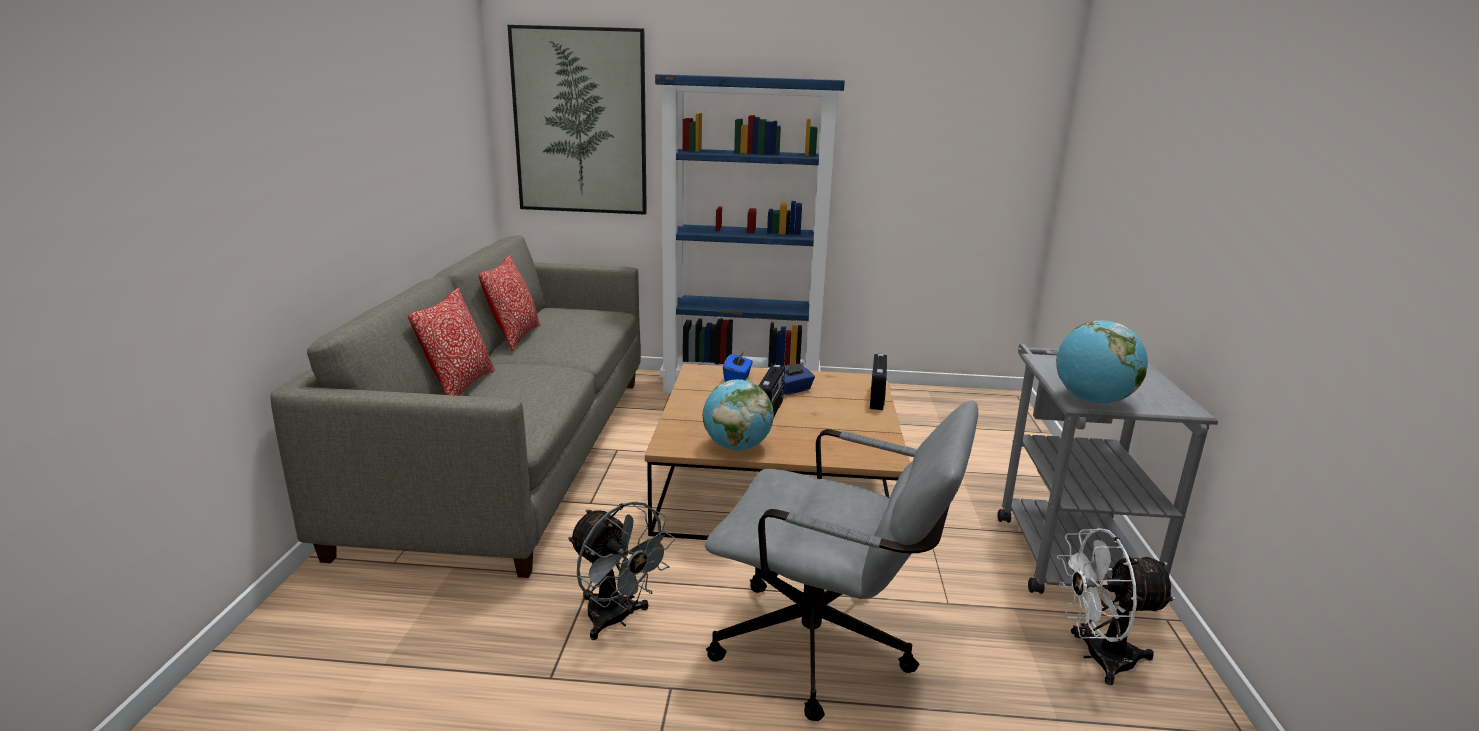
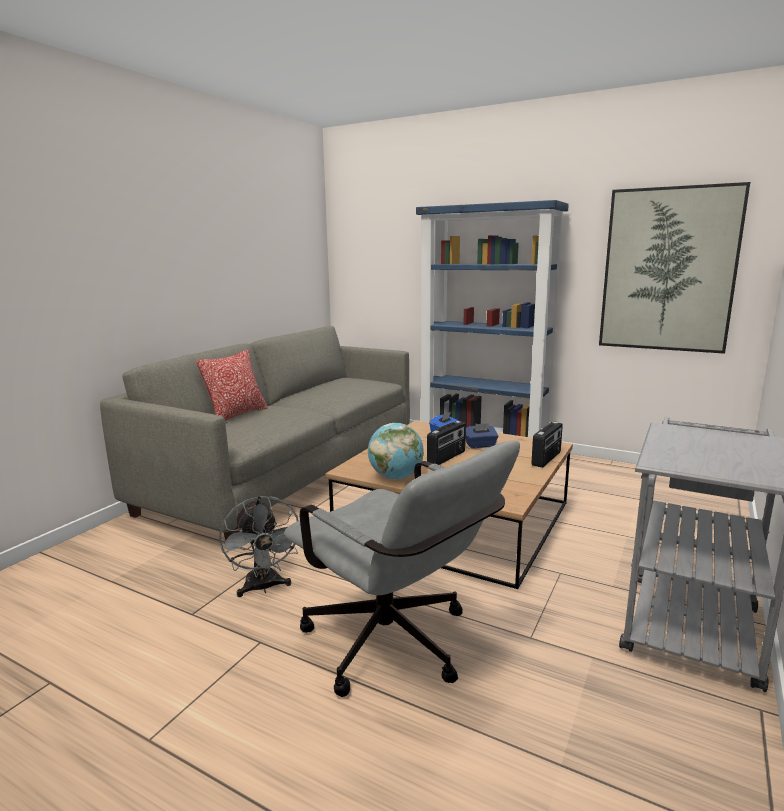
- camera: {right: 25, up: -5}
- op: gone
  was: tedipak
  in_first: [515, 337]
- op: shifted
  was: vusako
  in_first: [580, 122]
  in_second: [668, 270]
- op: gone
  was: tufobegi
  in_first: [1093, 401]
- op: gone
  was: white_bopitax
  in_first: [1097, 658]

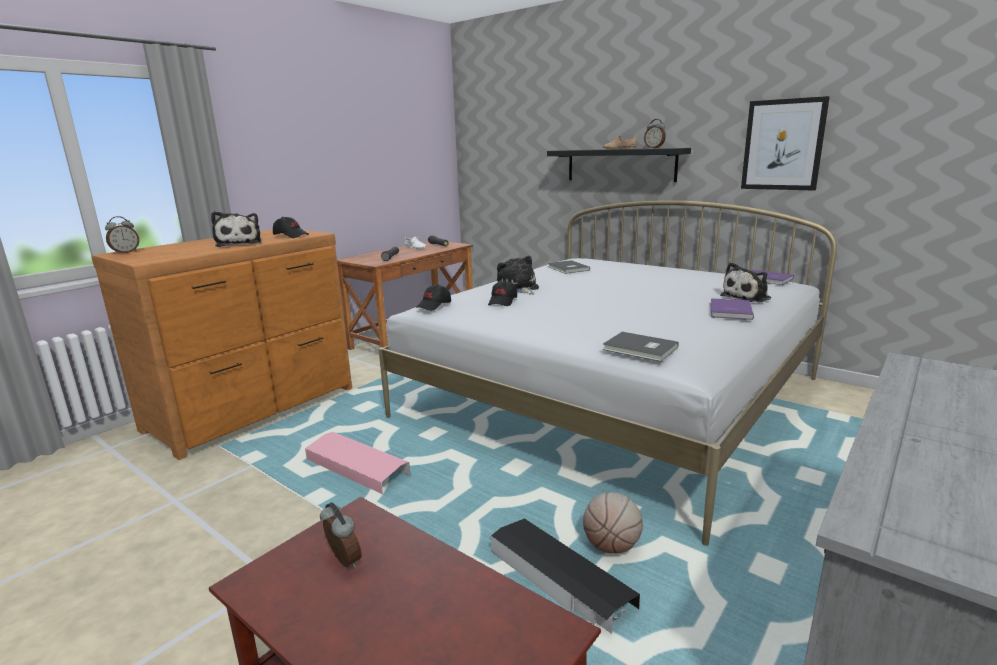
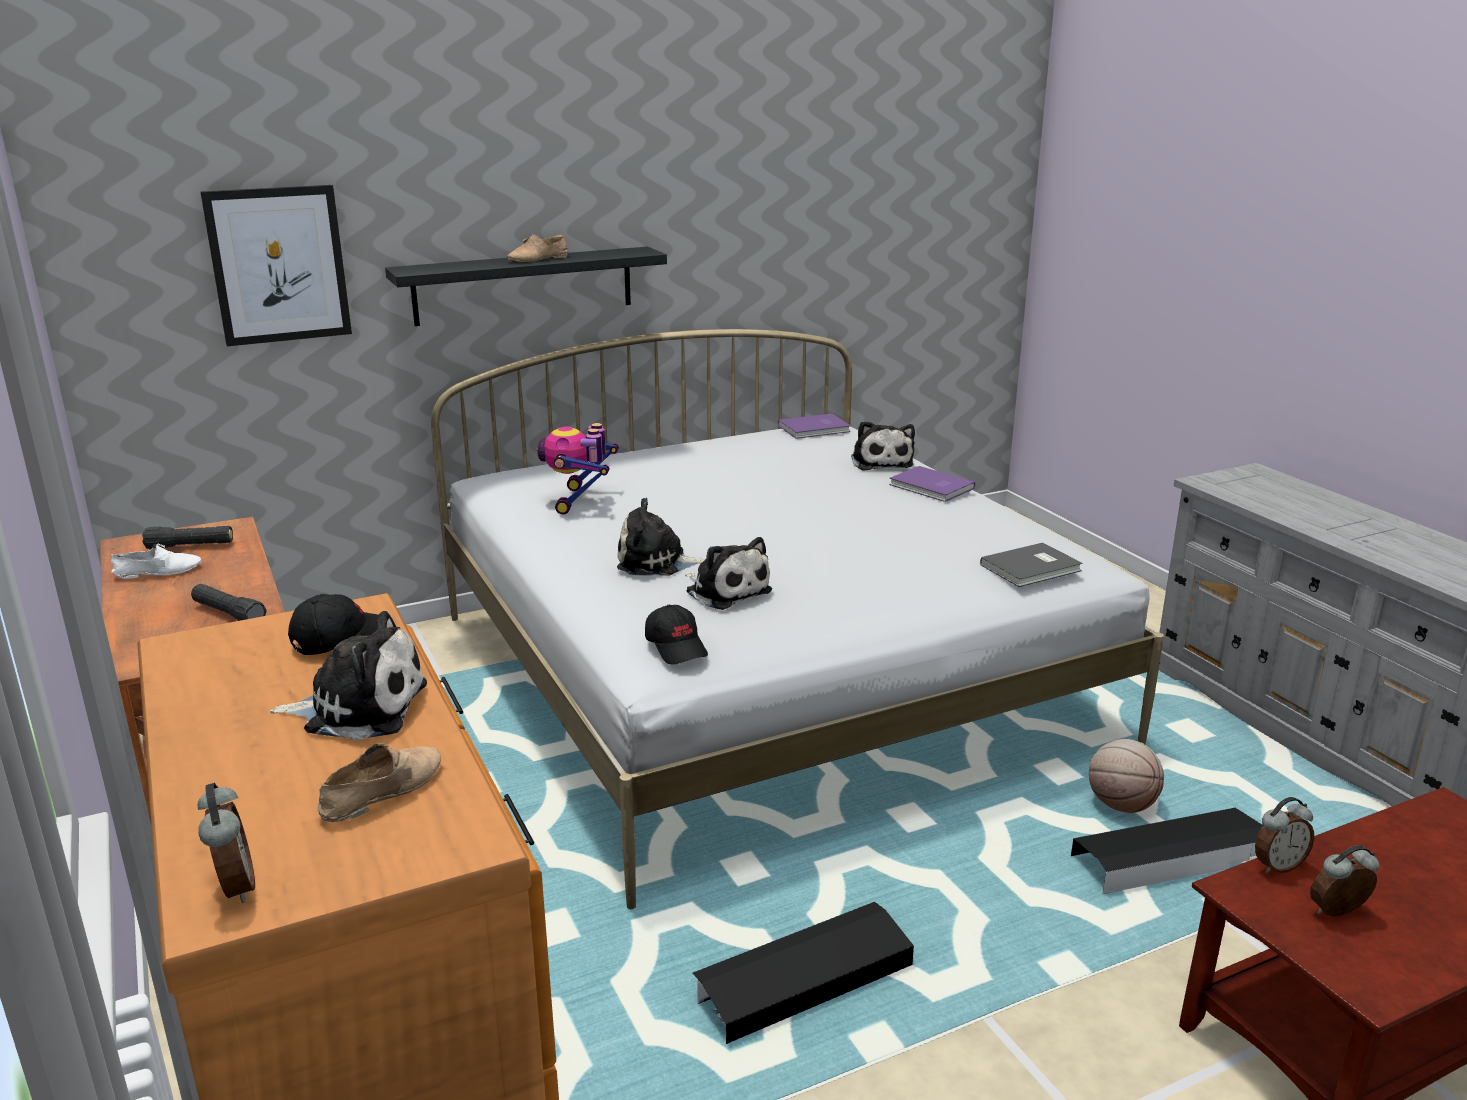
- camera: {right: -65, up: 5}
- op: repainted
  was: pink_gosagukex
  now: black_gosagukex
  in_first: [357, 468]
  in_second: [803, 982]
- op: swapped
  was: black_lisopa
  now: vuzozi
  in_first: [503, 302]
  in_second: [726, 591]
- op: swapped
  was: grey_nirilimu
  now: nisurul
  in_first: [567, 269]
  in_second: [580, 501]
- op: shifted
  was: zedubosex
  in_first: [654, 148]
  in_second: [1277, 865]
- op: shifted
  was: vusako
  in_first: [783, 145]
  in_second: [278, 265]
- op: new
  now: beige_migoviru
  in_second: [381, 790]

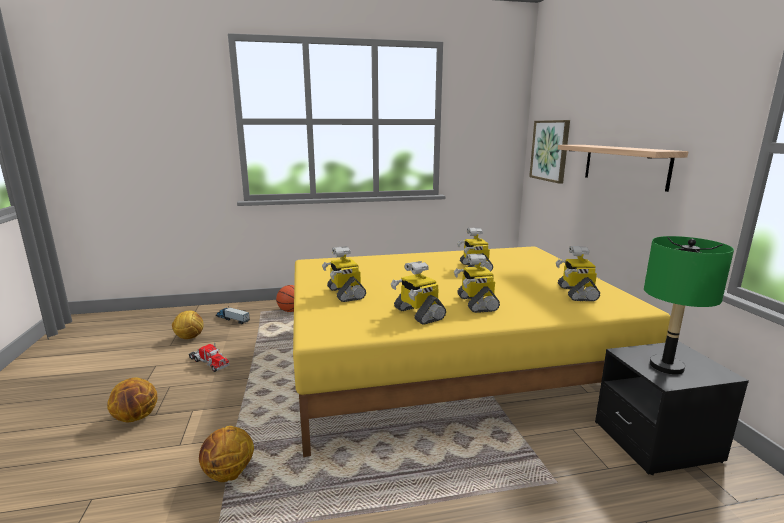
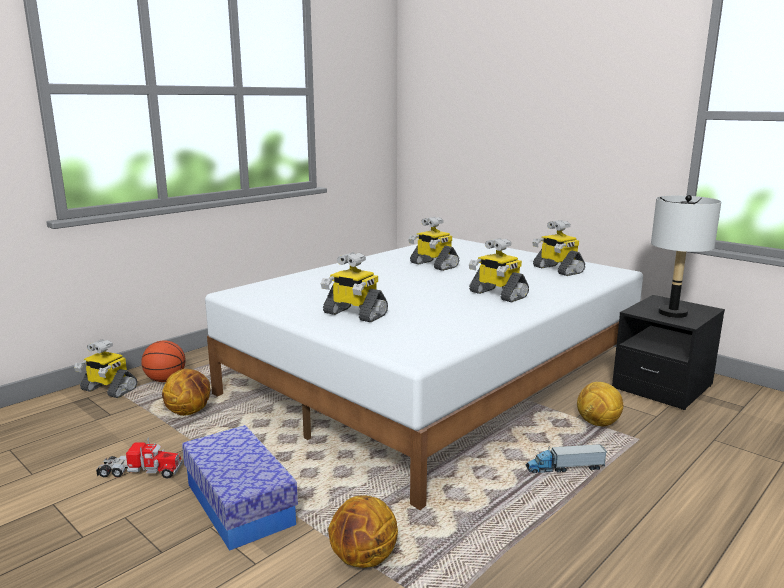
- camera: {right: -35, up: 0}
- op: shifted
  was: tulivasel
  in_first: [136, 417]
  in_second: [189, 412]
- op: shifted
  was: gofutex
  in_first: [189, 337]
  in_second: [598, 424]
- op: shifted
  was: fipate
  in_first: [232, 319]
  in_second: [564, 468]
- op: repainted
  was: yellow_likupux
  now: white_likupux
  in_first: [449, 361]
  in_second: [436, 378]
- op: shifted
  was: nisurul
  in_first: [418, 314]
  in_second: [108, 390]
- op: gone
  was: vusako
  in_first: [550, 150]
- op: gone
  was: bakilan
  in_first: [624, 165]
- op: repainted
  was: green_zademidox
  now: grey_zademidox
  in_first: [666, 366]
  in_second: [672, 313]
- op: new
  now: gosagukex
  in_second: [239, 504]

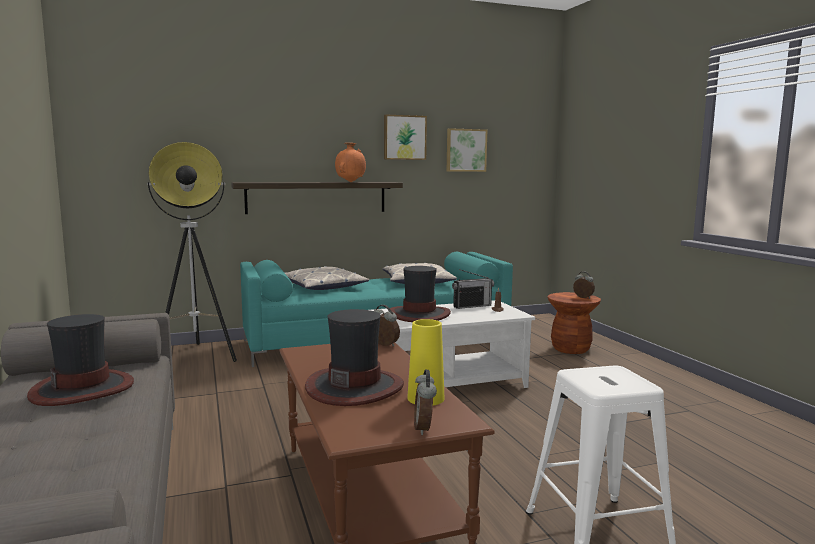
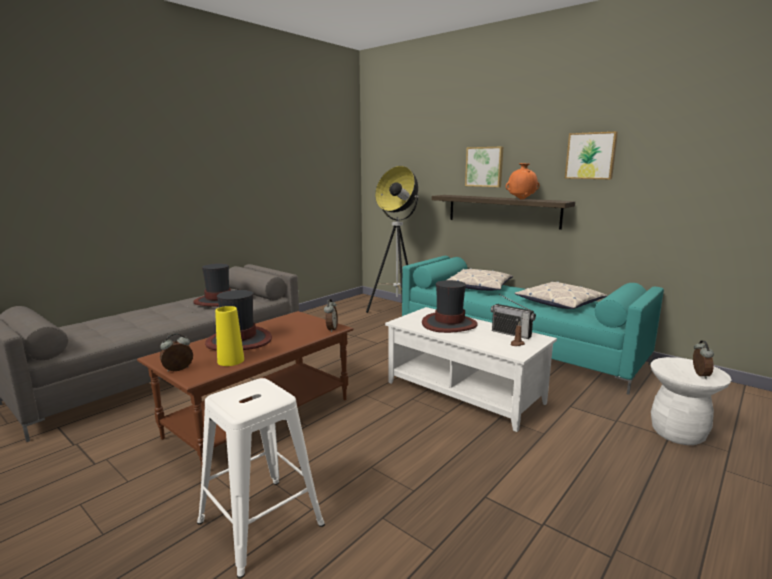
- camera: {right: 60, up: 5}
- op: shifted
  was: vusako
  in_first: [465, 150]
  in_second: [484, 167]
- op: repainted
  was: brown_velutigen
  now: white_velutigen
  in_first: [570, 349]
  in_second: [678, 433]

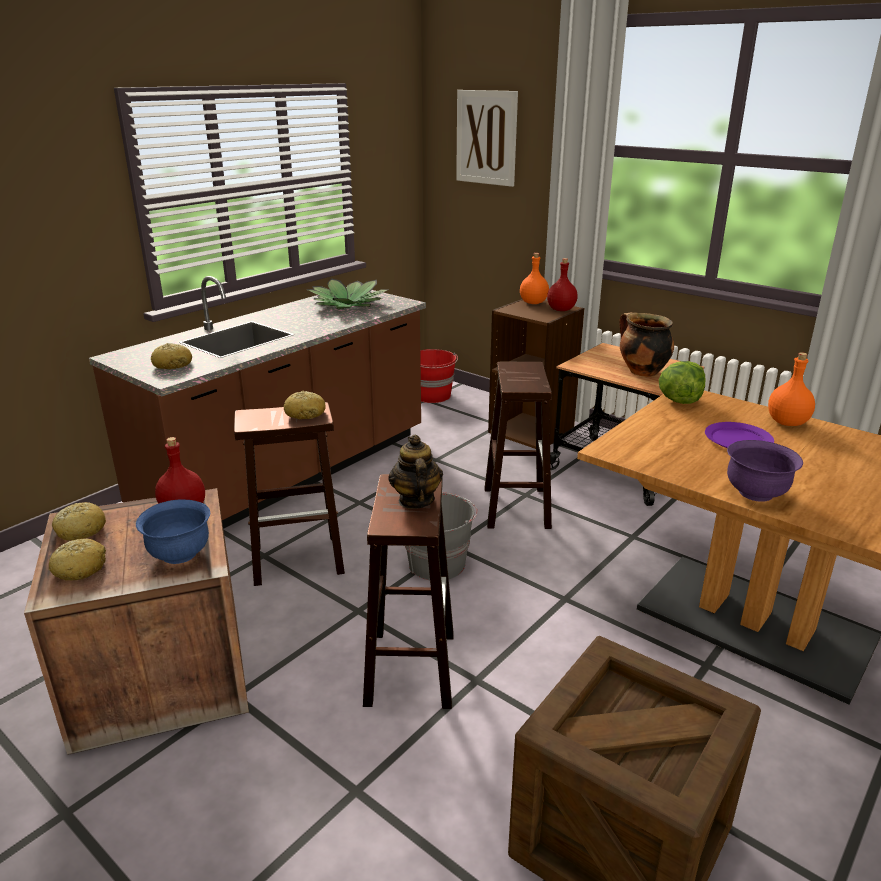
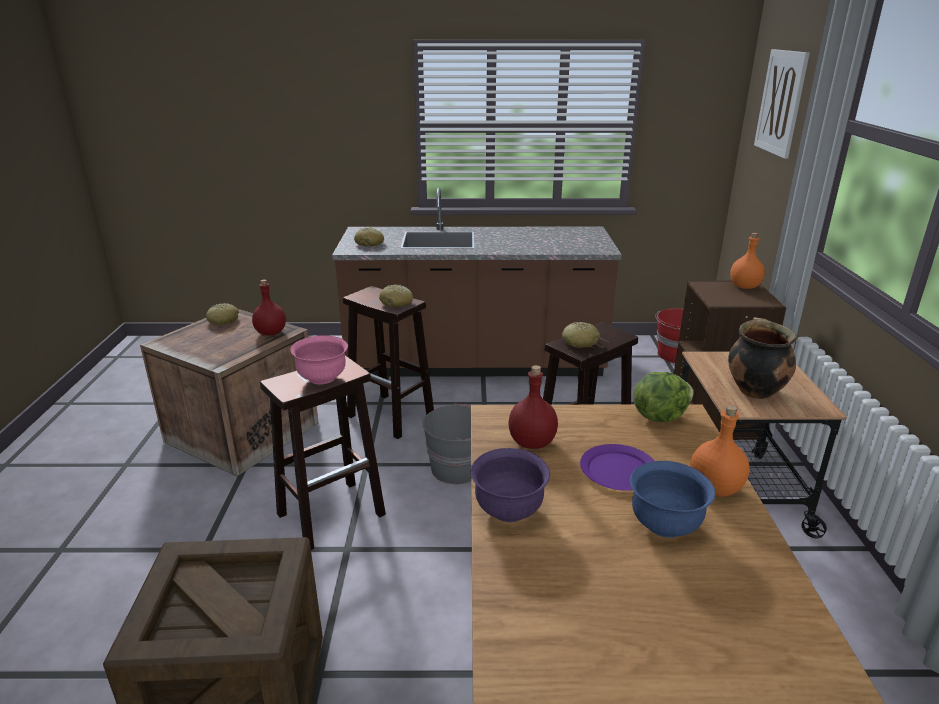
- camera: {right: 50, up: 0}
- op: shifted
  was: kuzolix
  in_first: [80, 568]
  in_second: [580, 342]
- op: shifted
  was: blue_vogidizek
  in_first: [180, 554]
  in_second: [665, 525]
- op: gone
  was: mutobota
  in_first: [347, 304]
- op: swapped
  was: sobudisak
  now: pink_vogidizek
  in_first: [415, 500]
  in_second: [322, 378]
- op: shifted
  was: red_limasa
  in_first: [561, 309]
  in_second: [533, 443]

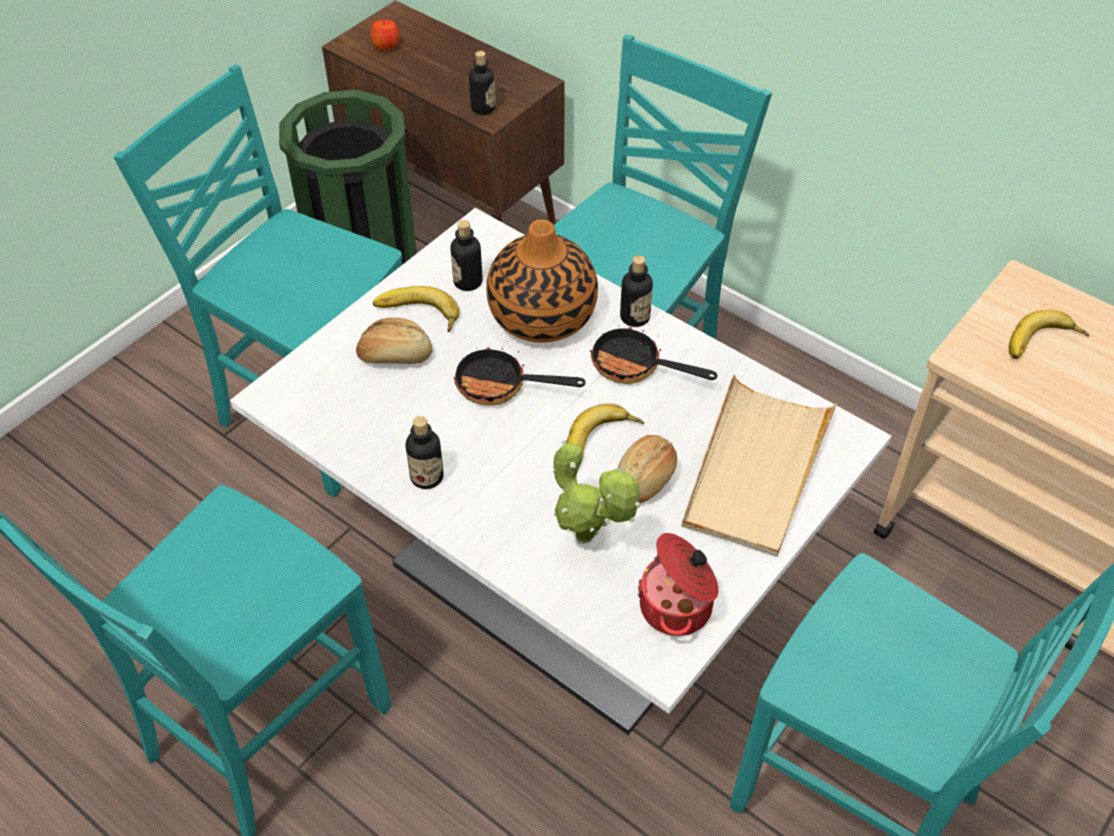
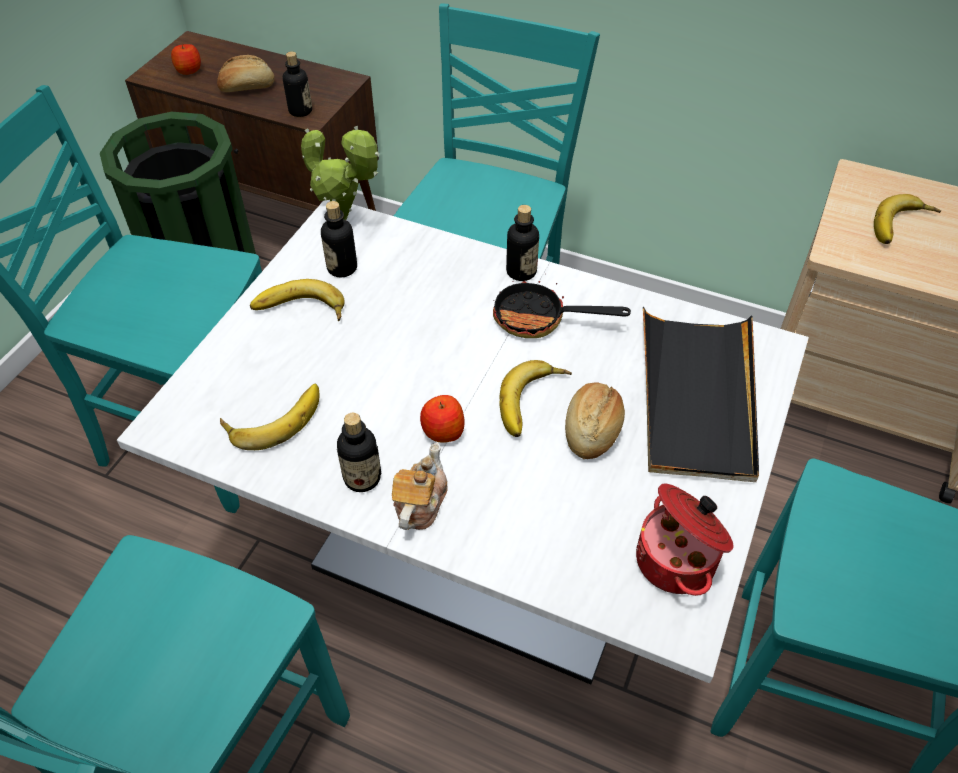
- camera: {right: -15, up: 0}
- op: shifted
  was: kuzolix
  in_first: [395, 355]
  in_second: [247, 87]
- op: gone
  was: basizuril
  in_first: [501, 386]
- op: gone
  was: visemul
  in_first: [541, 315]
- op: shifted
  was: mutobota
  in_first: [589, 540]
  in_second: [345, 219]
- op: repainted
  was: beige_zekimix
  now: black_zekimix
  in_first: [756, 470]
  in_second: [697, 397]
- op: new
  now: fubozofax
  in_second: [274, 417]
- op: new
  now: sobudisak
  in_second: [419, 503]
- op: new
  now: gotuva
  in_second: [443, 430]

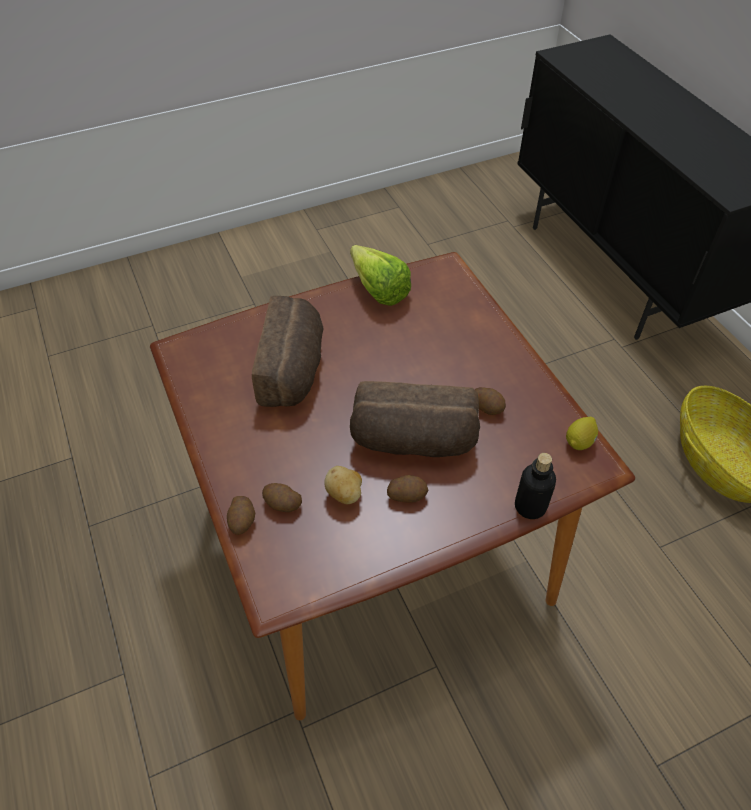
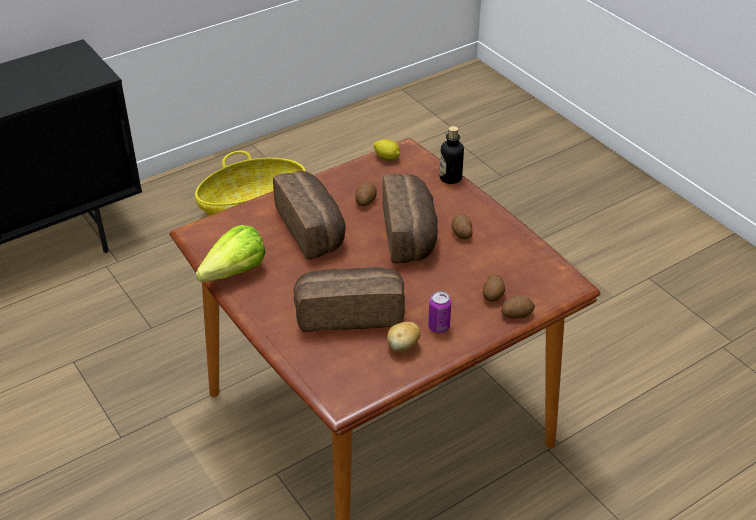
- camera: {right: -100, up: -10}
- op: shifted
  was: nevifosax
  in_first: [345, 494]
  in_second: [403, 346]
- op: new
  now: kuzolix
  in_second: [313, 229]
- op: new
  now: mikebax
  in_second: [438, 327]

